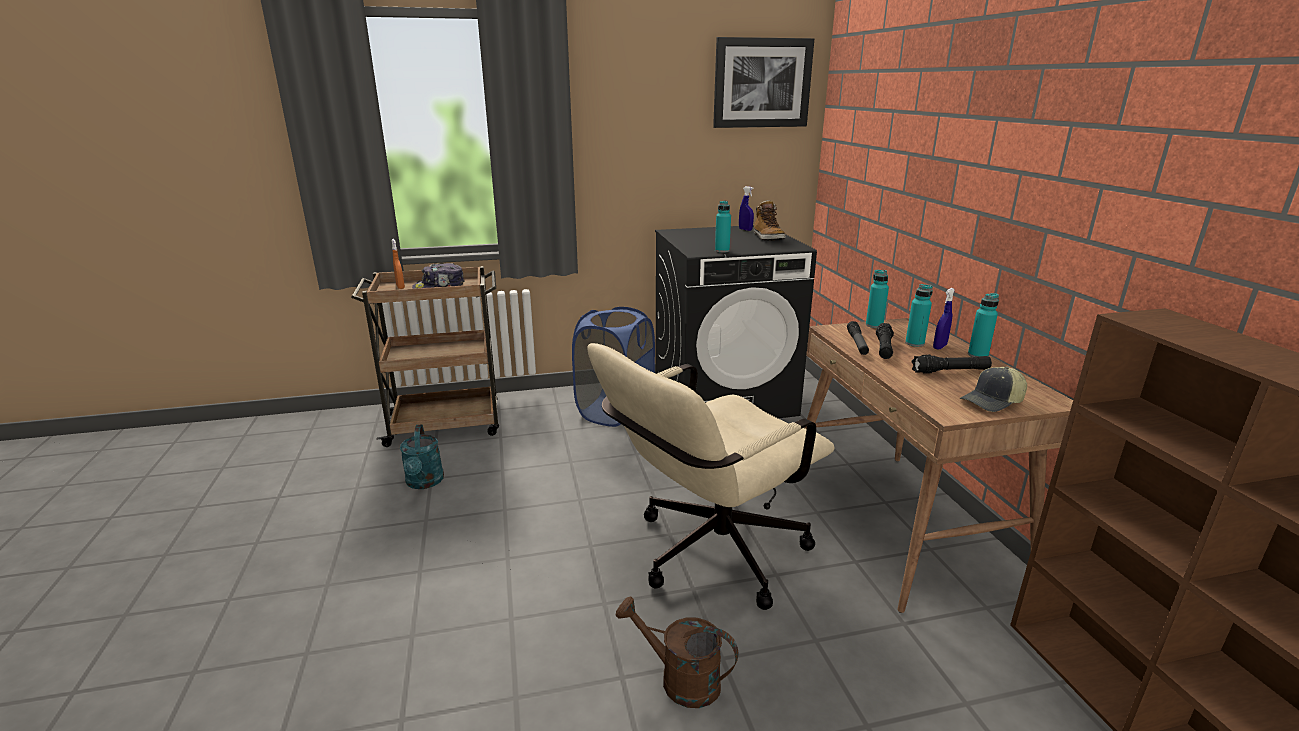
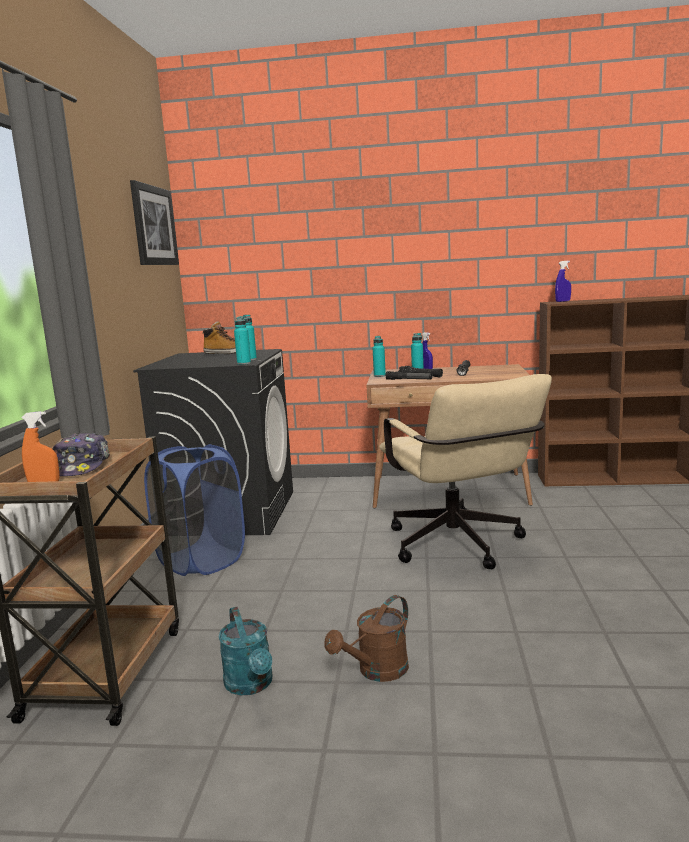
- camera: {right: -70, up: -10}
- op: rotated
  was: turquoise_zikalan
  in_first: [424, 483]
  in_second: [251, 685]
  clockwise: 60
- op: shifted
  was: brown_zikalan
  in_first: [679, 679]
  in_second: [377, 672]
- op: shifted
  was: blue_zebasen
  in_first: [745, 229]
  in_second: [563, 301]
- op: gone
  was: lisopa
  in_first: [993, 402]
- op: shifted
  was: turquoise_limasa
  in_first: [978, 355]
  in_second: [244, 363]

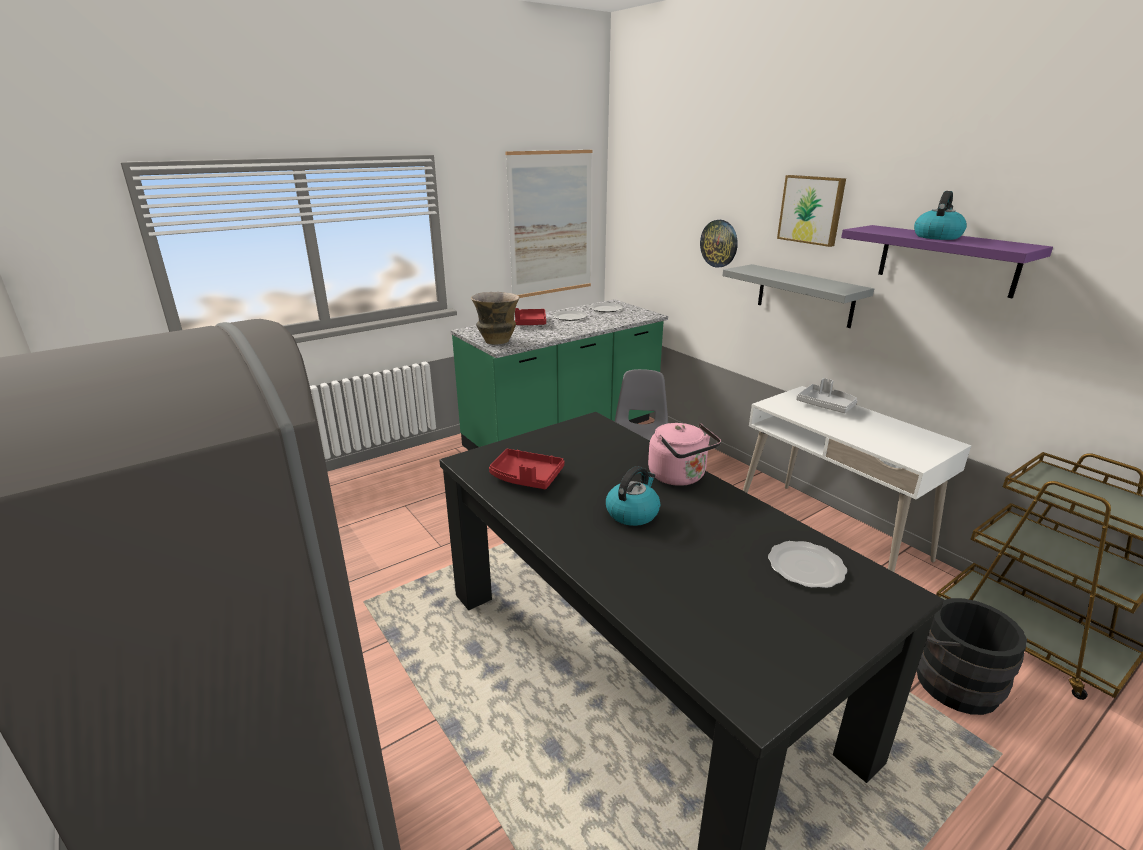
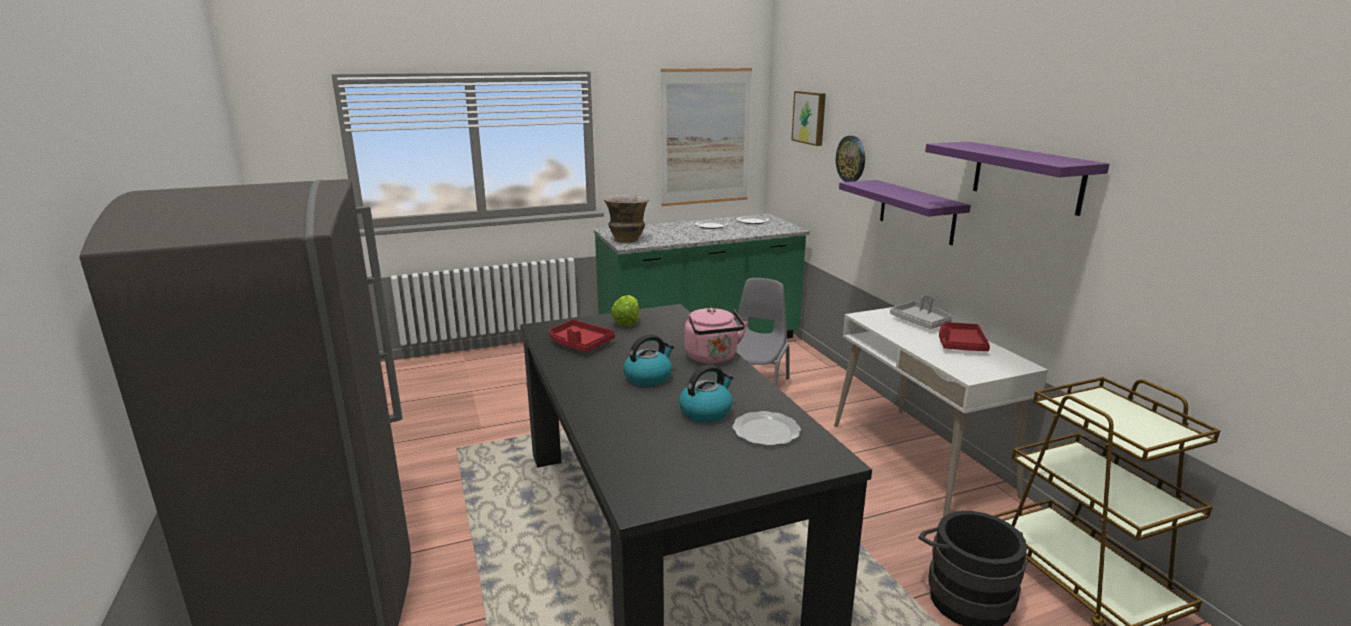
- camera: {right: 15, up: -5}
- op: shifted
  was: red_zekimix
  in_first: [530, 323]
  in_second: [960, 344]
- op: repainted
  was: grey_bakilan
  now: purple_bakilan
  in_first: [805, 295]
  in_second: [916, 211]
- op: shifted
  was: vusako
  in_first: [812, 209]
  in_second: [810, 117]
- op: shifted
  was: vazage
  in_first: [937, 236]
  in_second: [706, 412]
- op: new
  now: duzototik
  in_second: [626, 322]

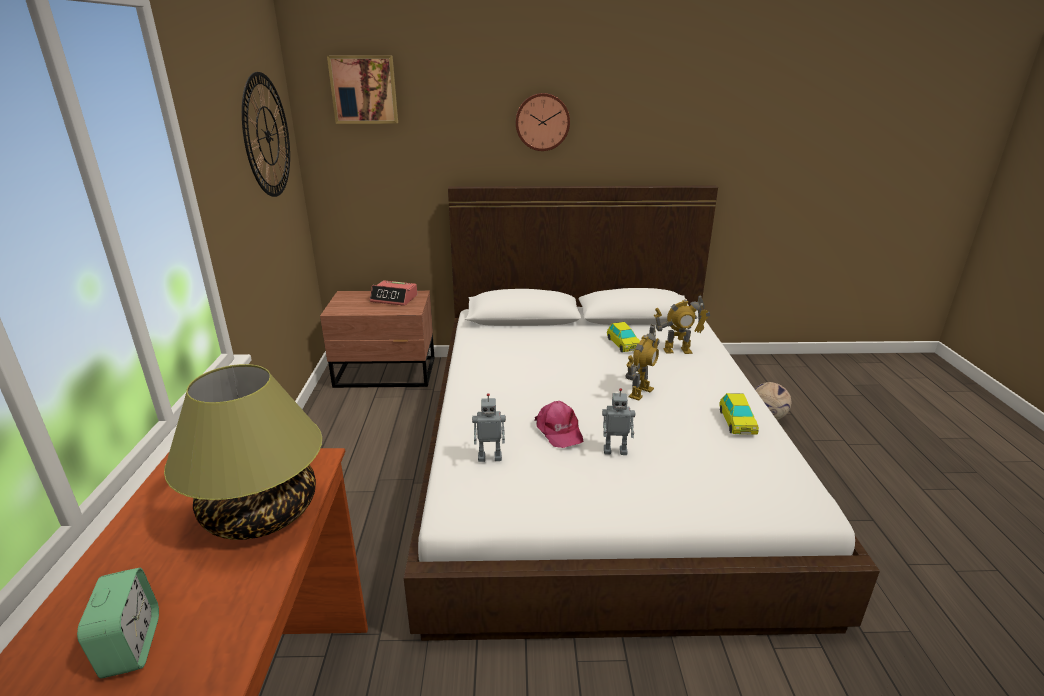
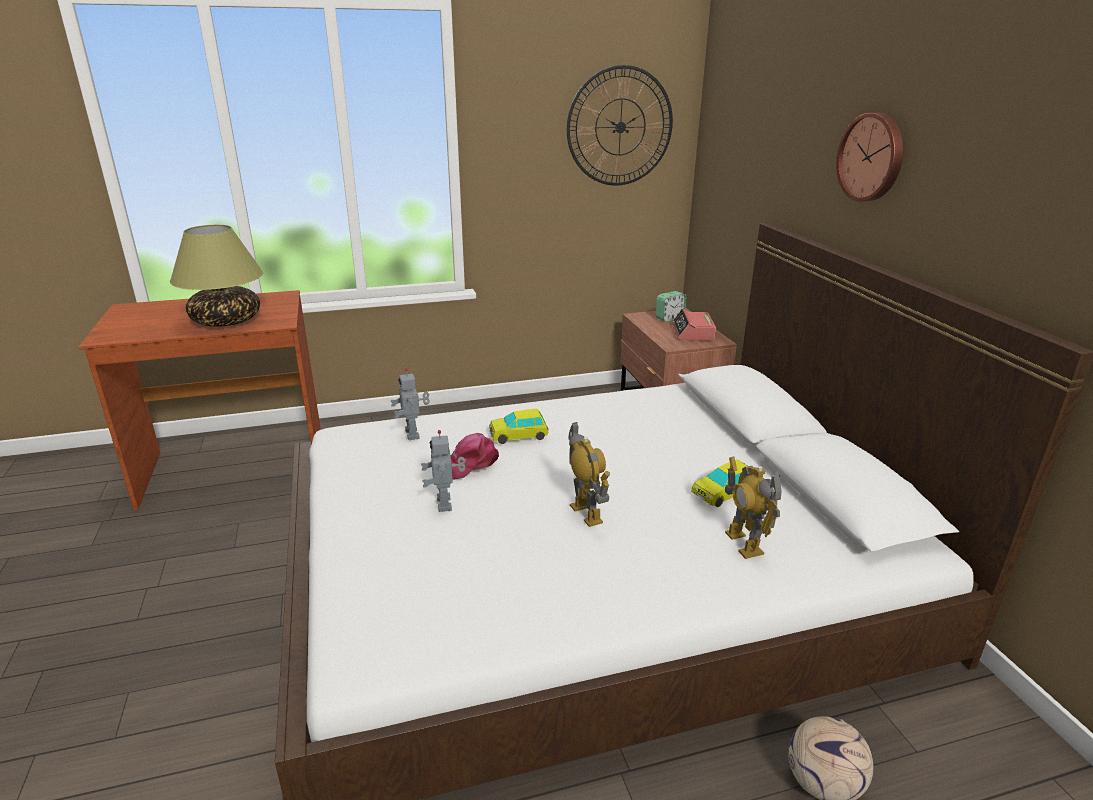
- camera: {right: 75, up: 0}
- op: shifted
  was: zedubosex
  in_first: [131, 646]
  in_second: [669, 318]
- op: gone
  was: vusako
  in_first: [364, 89]
- op: rotated
  was: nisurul
  in_first: [640, 392]
  in_second: [586, 513]
  clockwise: -135
- op: shifted
  was: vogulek
  in_first: [737, 422]
  in_second: [518, 435]

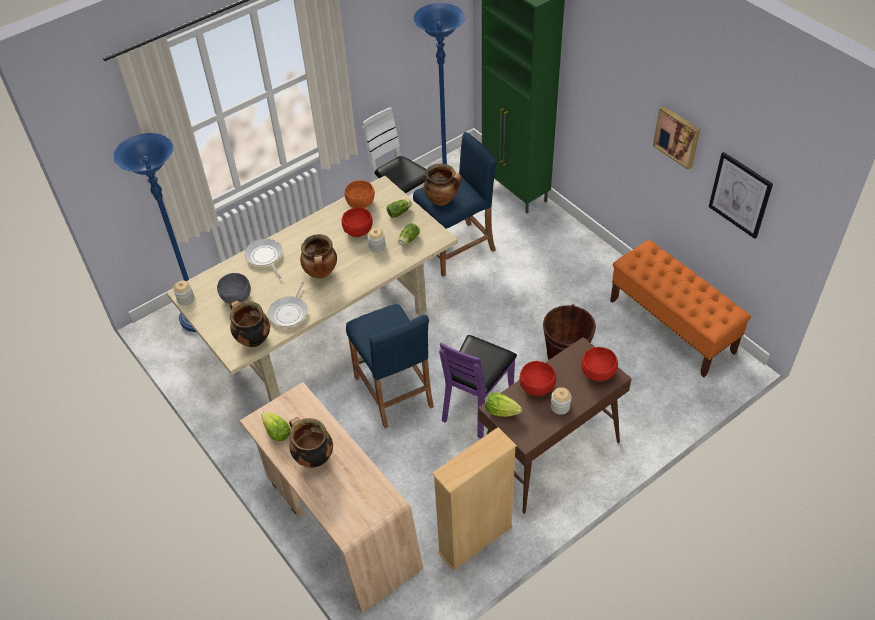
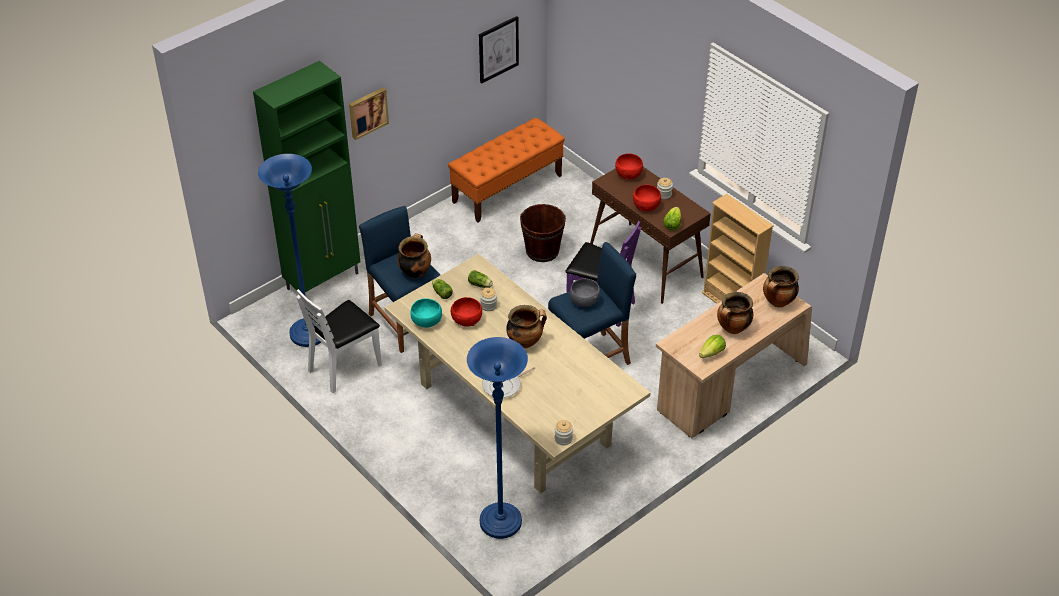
- camera: {right: -95, up: -5}
- op: shifted
  was: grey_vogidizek
  in_first: [236, 297]
  in_second: [584, 301]
- op: shifted
  was: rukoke
  in_first: [252, 339]
  in_second: [778, 302]
- op: gone
  was: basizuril
  in_first: [289, 312]
- op: repainted
  was: orange_vogidizek
  now: turquoise_vogidizek
  in_first: [360, 203]
  in_second: [427, 321]
- op: shifted
  was: vusako
  in_first: [677, 136]
  in_second: [367, 112]

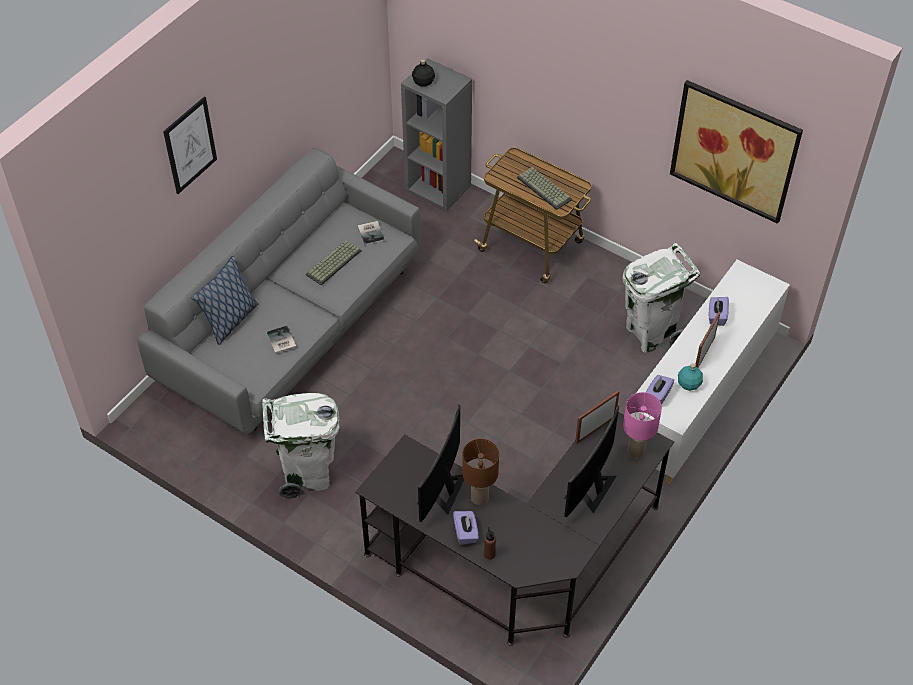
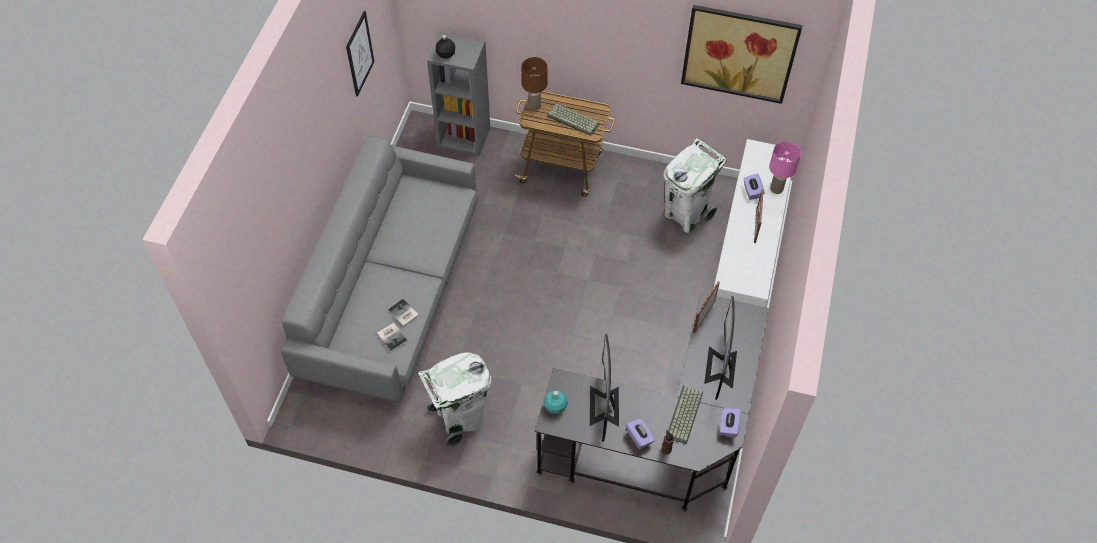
- camera: {right: -20, up: 5}
- op: shifted
  was: vusako
  in_first: [190, 145]
  in_second: [359, 54]
- op: gone
  was: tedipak
  in_first: [230, 321]
- op: shifted
  was: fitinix
  in_first: [334, 264]
  in_second: [685, 415]
- op: shifted
  was: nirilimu
  in_first: [371, 232]
  in_second: [392, 336]
- op: shifted
  was: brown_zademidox
  in_first: [480, 497]
  in_second: [535, 106]
- op: shifted
  was: pink_zademidox
  in_first: [636, 451]
  in_second: [776, 188]
- op: shifted
  was: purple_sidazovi
  in_first: [657, 395]
  in_second: [728, 426]
- op: shifted
  was: turquoise_limasa
  in_first: [689, 384]
  in_second: [555, 406]

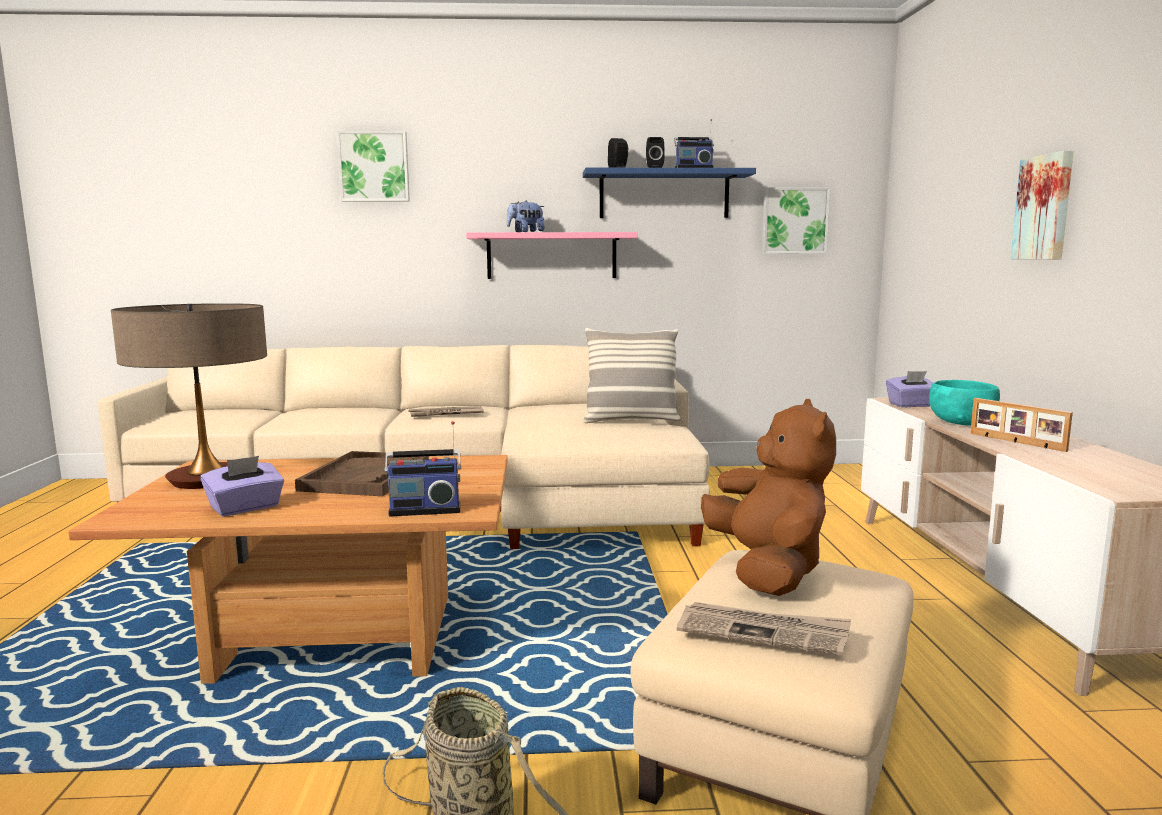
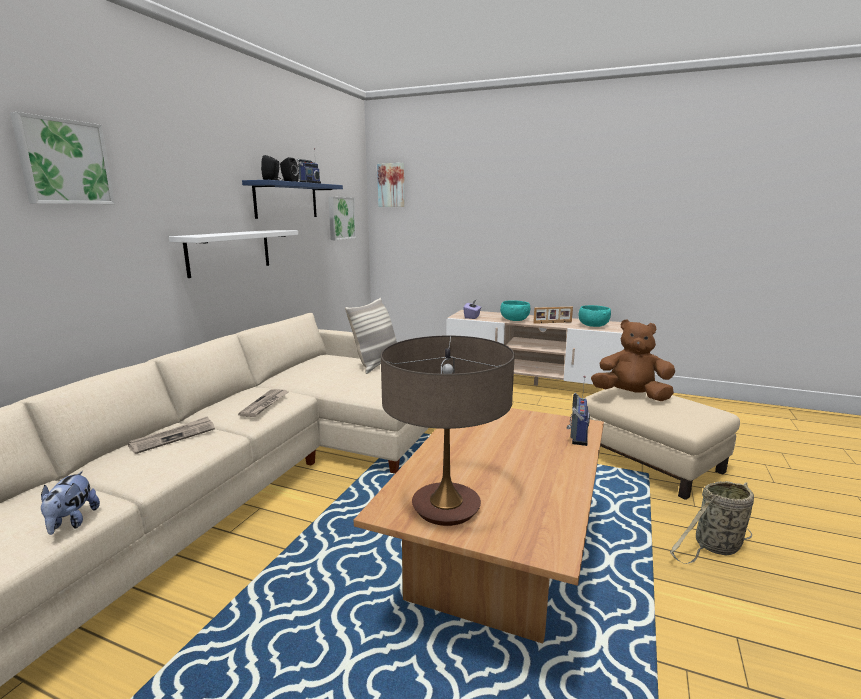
- camera: {right: -65, up: 5}
- op: gone
  was: purple_sidazovi
  in_first: [245, 508]
- op: gone
  was: brown_zekimix
  in_first: [366, 477]
- op: repainted
  was: pink_bakilan
  now: white_bakilan
  in_first: [551, 256]
  in_second: [229, 252]
- op: shifted
  was: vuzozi
  in_first: [526, 232]
  in_second: [72, 522]
- op: shifted
  was: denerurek
  in_first: [763, 631]
  in_second: [173, 437]
- op: shifted
  was: vusako
  in_first: [1045, 207]
  in_second: [391, 185]
- op: new
  now: turquoise_vogidizek
  in_second: [593, 326]

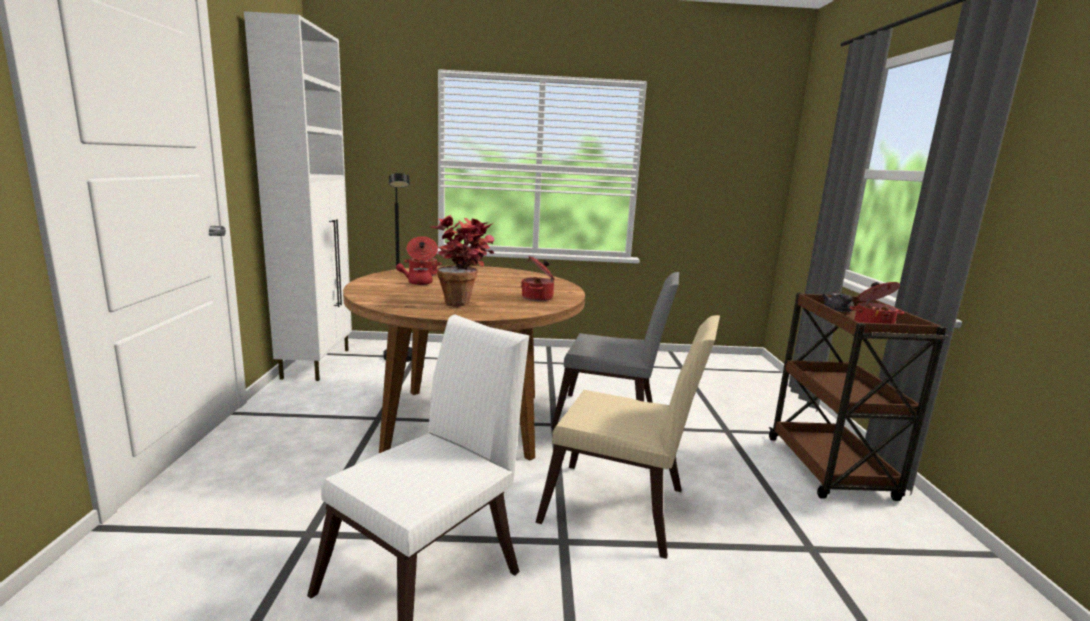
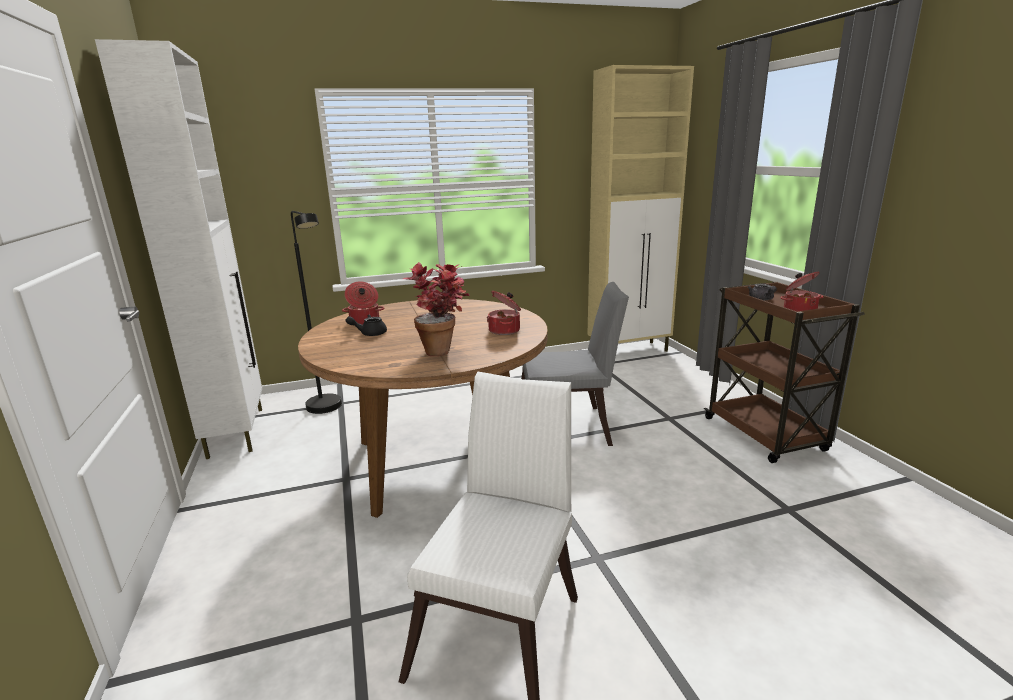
- camera: {right: -15, up: 5}
- op: repainted
  was: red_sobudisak
  now: black_sobudisak
  in_first: [416, 283]
  in_second: [369, 333]
- op: gone
  was: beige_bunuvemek
  in_first: [622, 511]
- op: new
  now: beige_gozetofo
  in_second: [629, 351]

